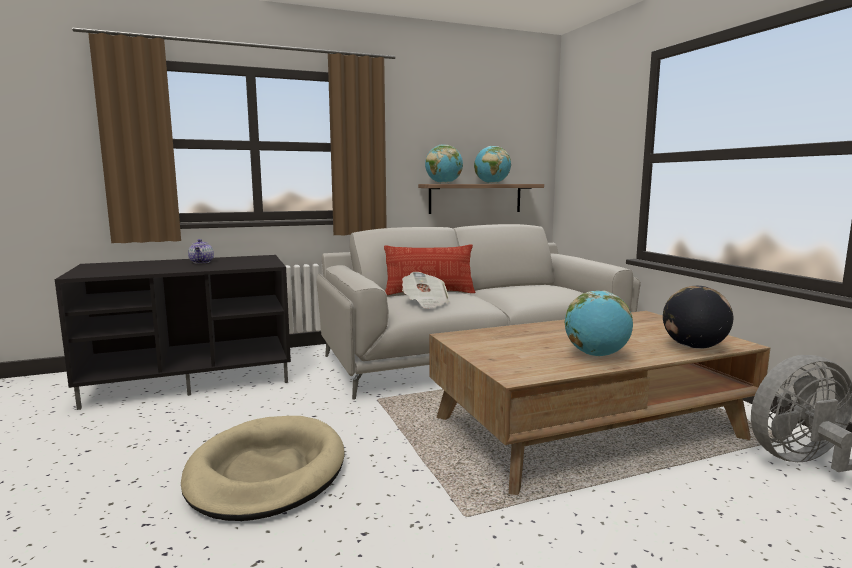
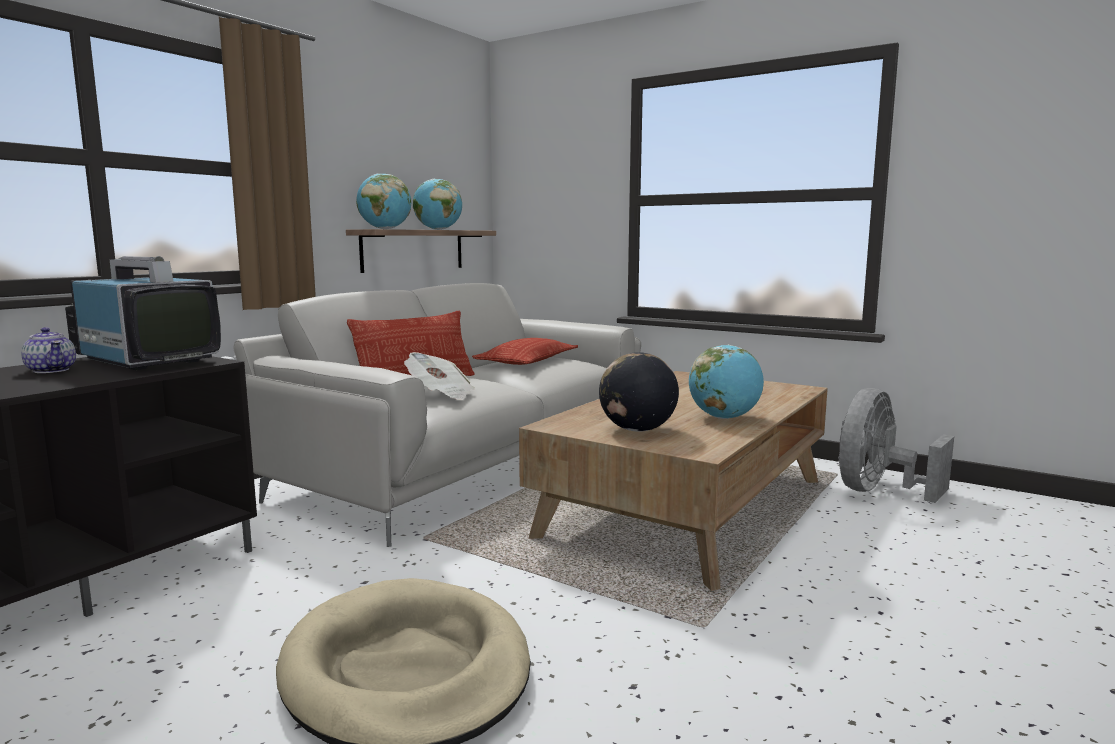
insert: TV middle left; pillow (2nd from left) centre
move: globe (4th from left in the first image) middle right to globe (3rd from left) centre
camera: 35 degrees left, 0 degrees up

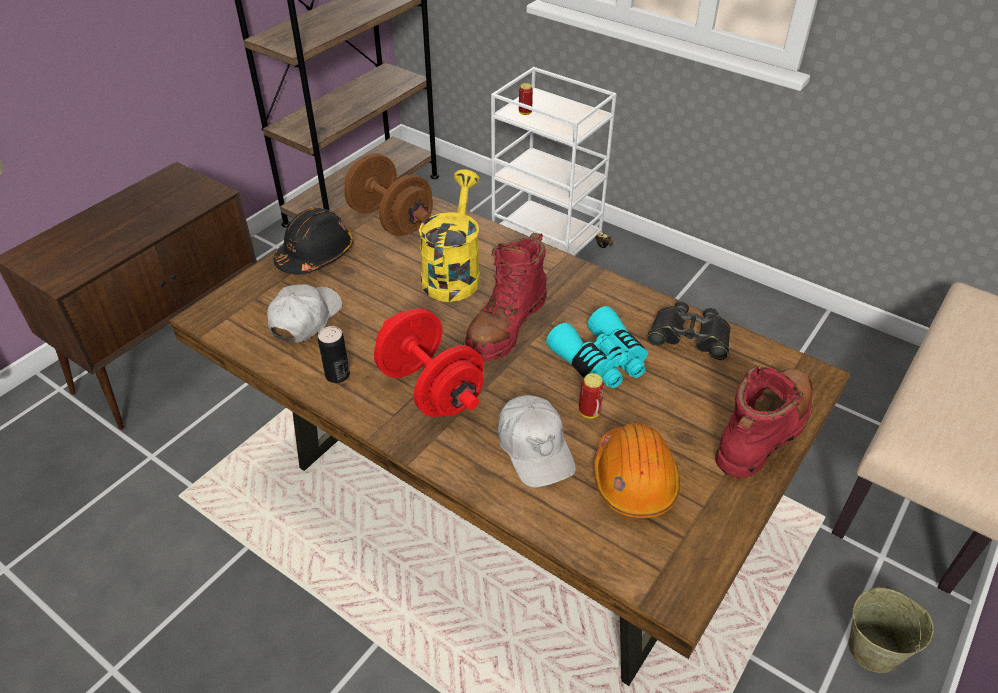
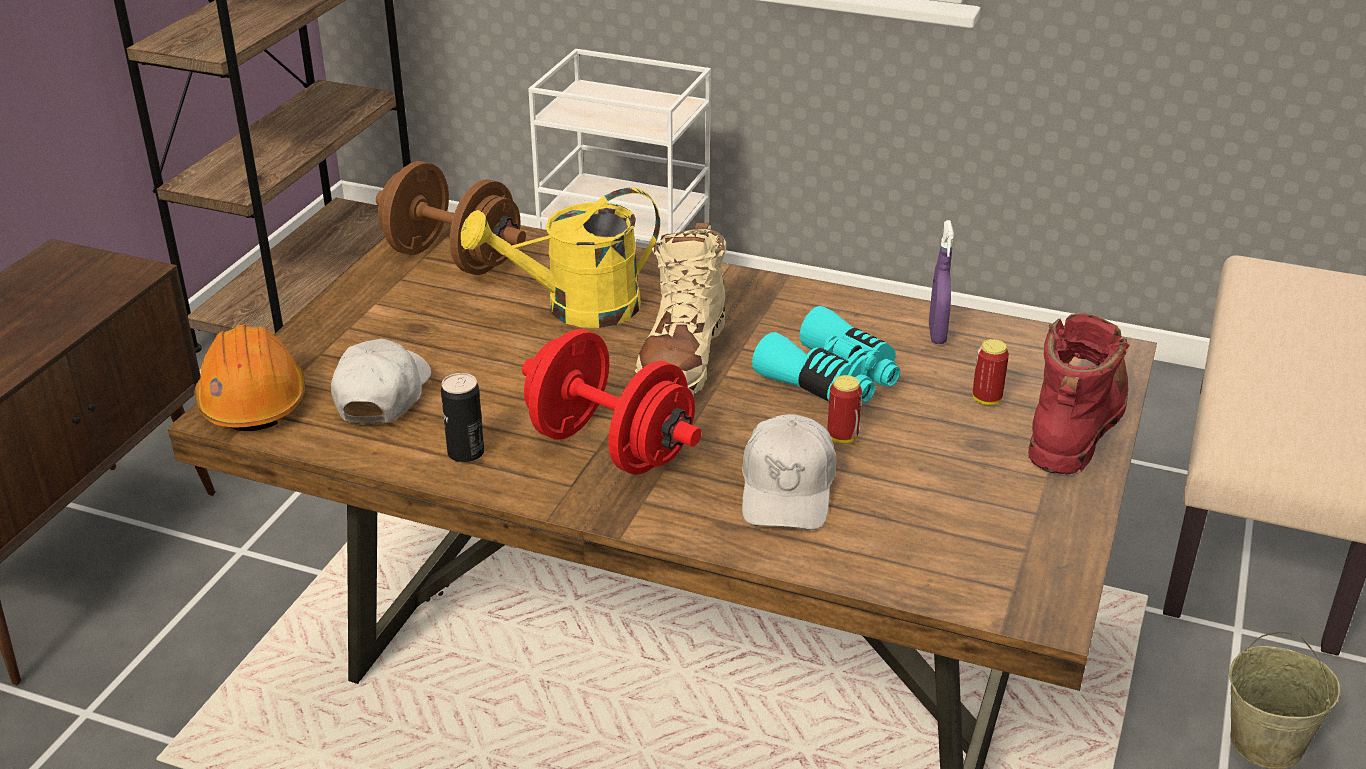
delete: black-coloured work helmet middle left
move: can (2nd from left in the first image) top centre to can (3rd from left) middle right; orange work helmet bottom centre to middle left
replace: black-coloured binoculars middle right to purple spray bottle middle right
recolor: red tall boot (1st from left) centre to beige tall boot centre
rotate: yellow-coloured sprinkling can centre = centre 105 degrees counterclockwise; white cap (2nd from left) centre = centre 45 degrees clockwise
camera: 15 degrees left, 10 degrees down

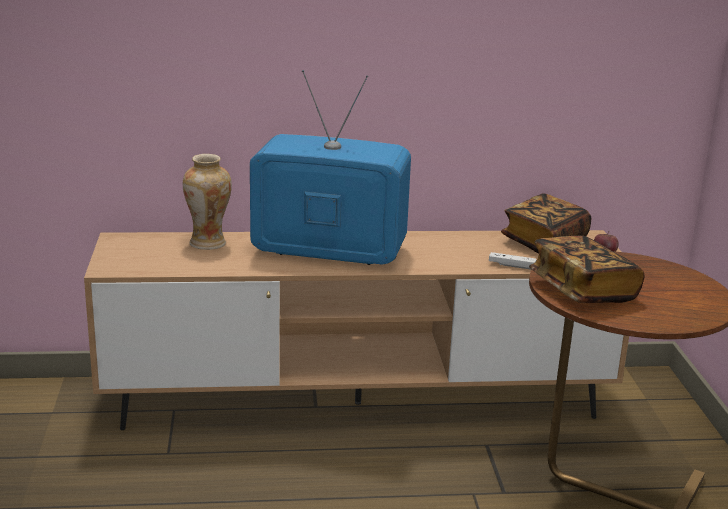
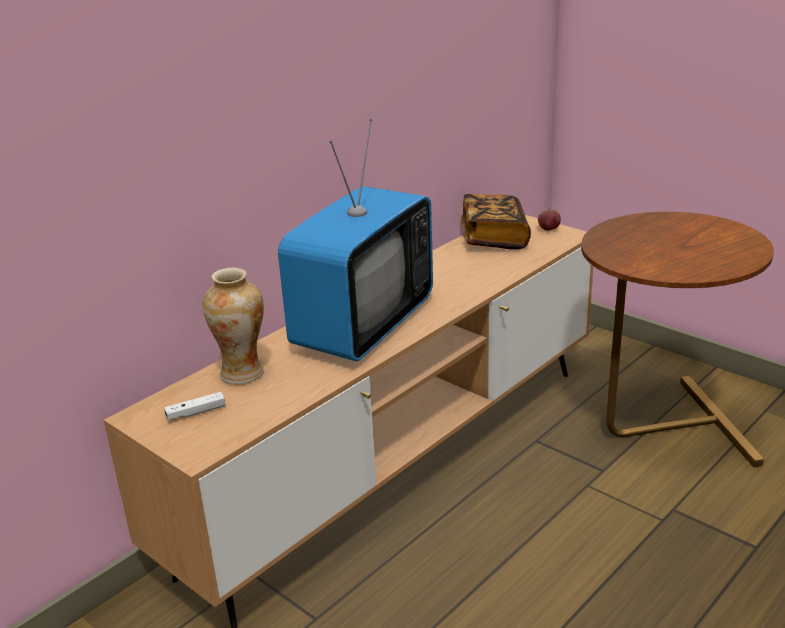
delete: book (2nd from left) middle right
move: white joypad middle right to middle left
rotate: TV top centre = centre 150 degrees clockwise
camera: 40 degrees left, 5 degrees up

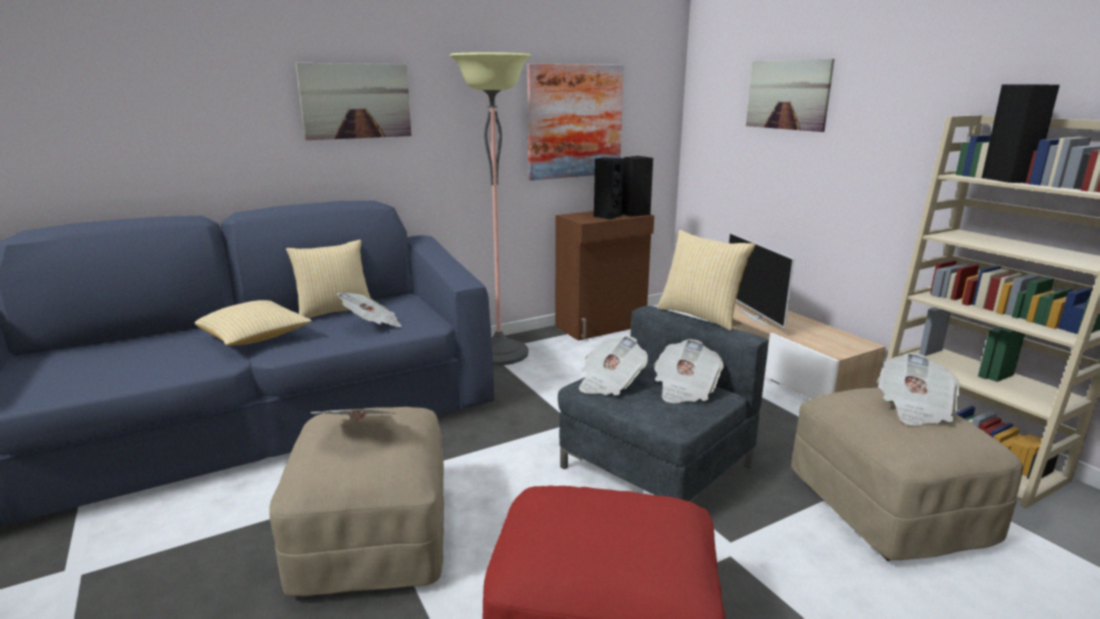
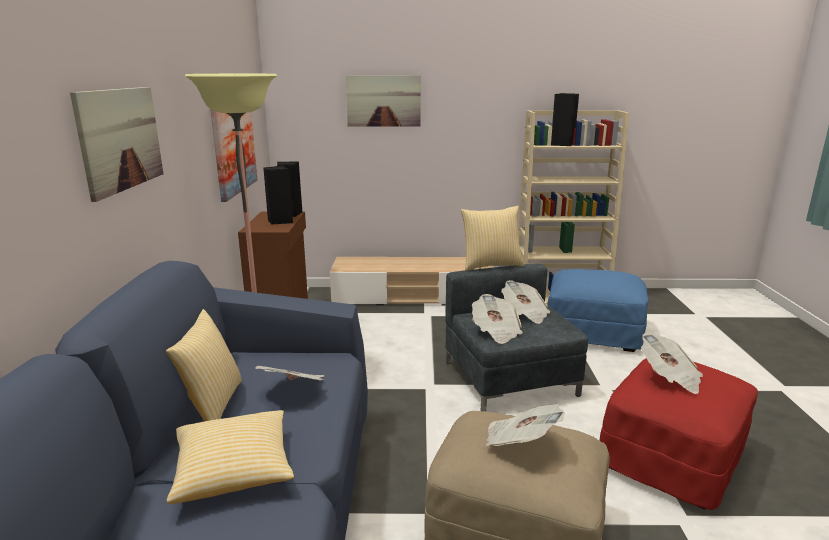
delete: TV middle right
move: printed paper (5th from left) middle right to bottom right
recolor: beige pouffe (2nd from left) bottom right to bluish pouffe middle right
camera: 60 degrees left, 0 degrees up

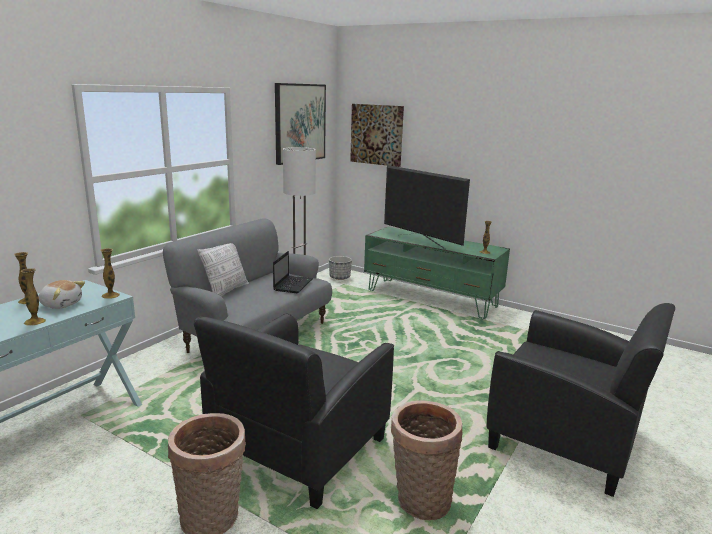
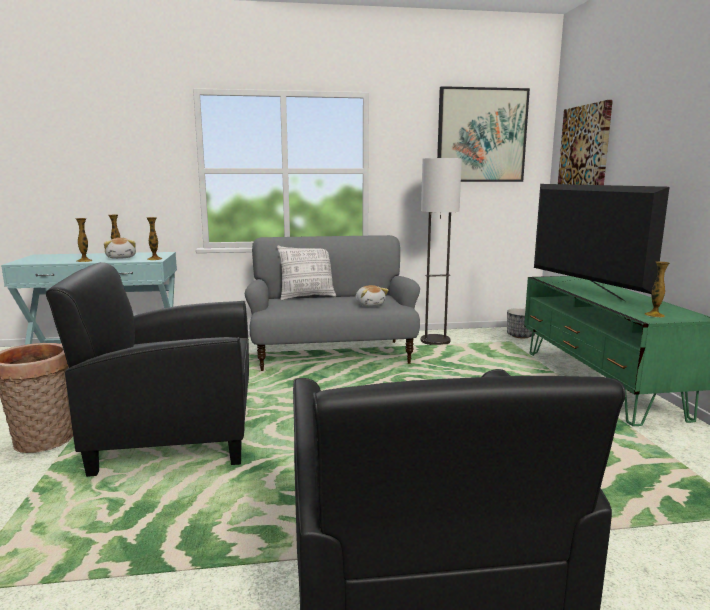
delete: storage basket (2nd from left) bottom centre
replace: notebook computer centre to soft toy (2nd from left) centre
rotate: TV centre = middle right 150 degrees clockwise
camera: 50 degrees right, 5 degrees down

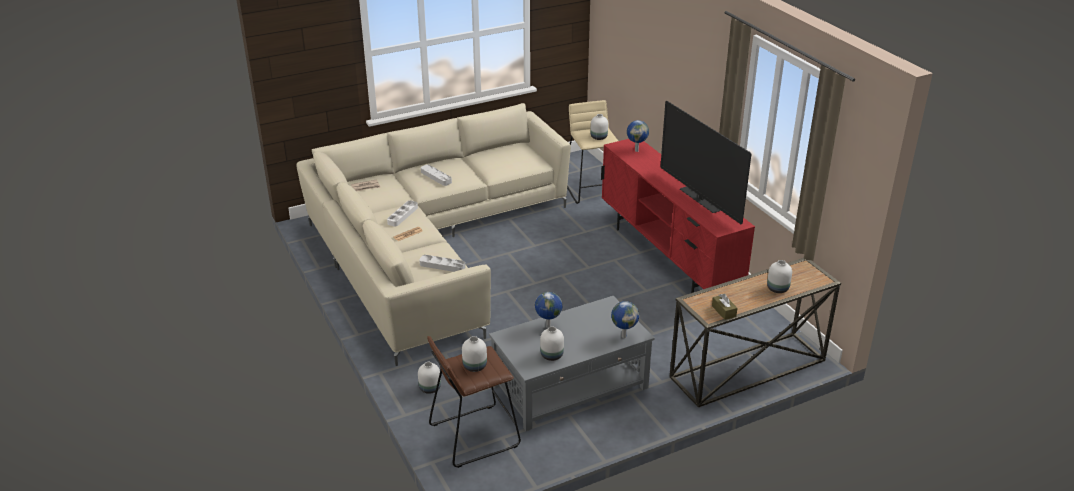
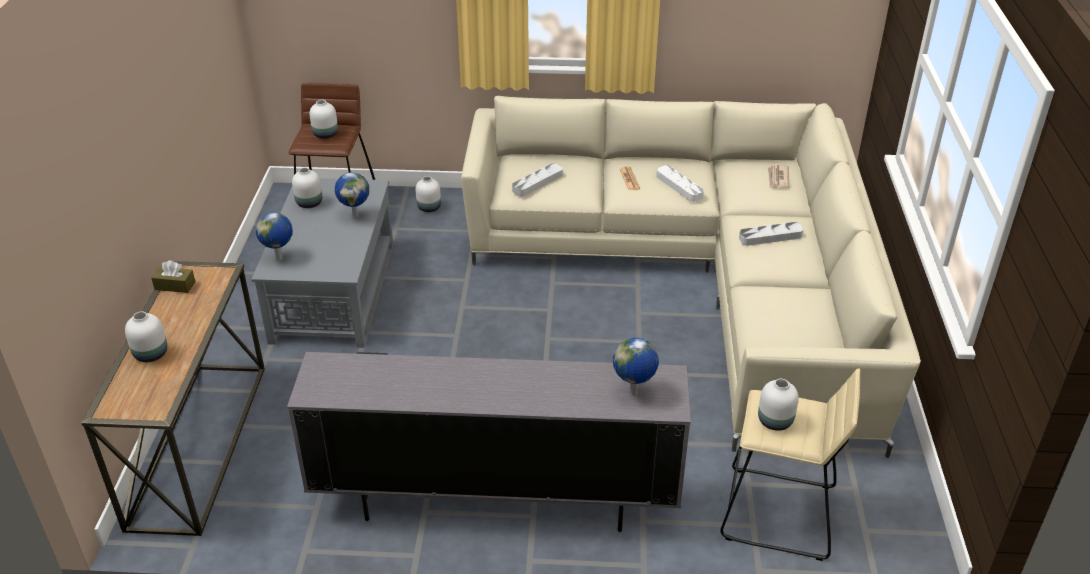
delete: TV top centre
recolor: red media console centre to gray media console bottom centre
camera: 120 degrees right, 5 degrees up

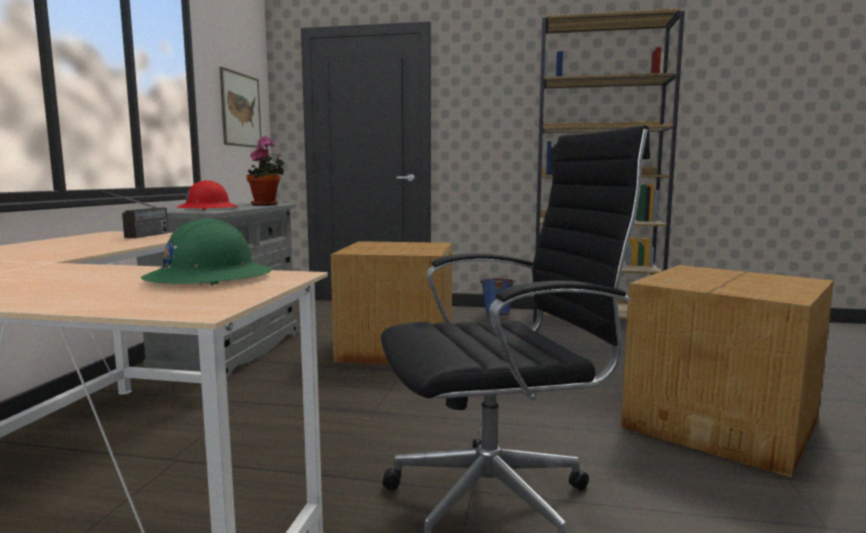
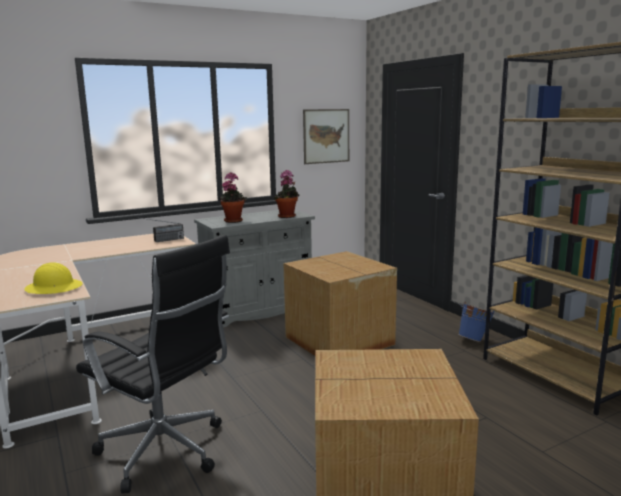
replace: red work helmet middle left to plant in a pot (1st from left) centre
recolor: greenish work helmet middle left to yellow-coloured work helmet middle left
camera: 50 degrees right, 5 degrees up

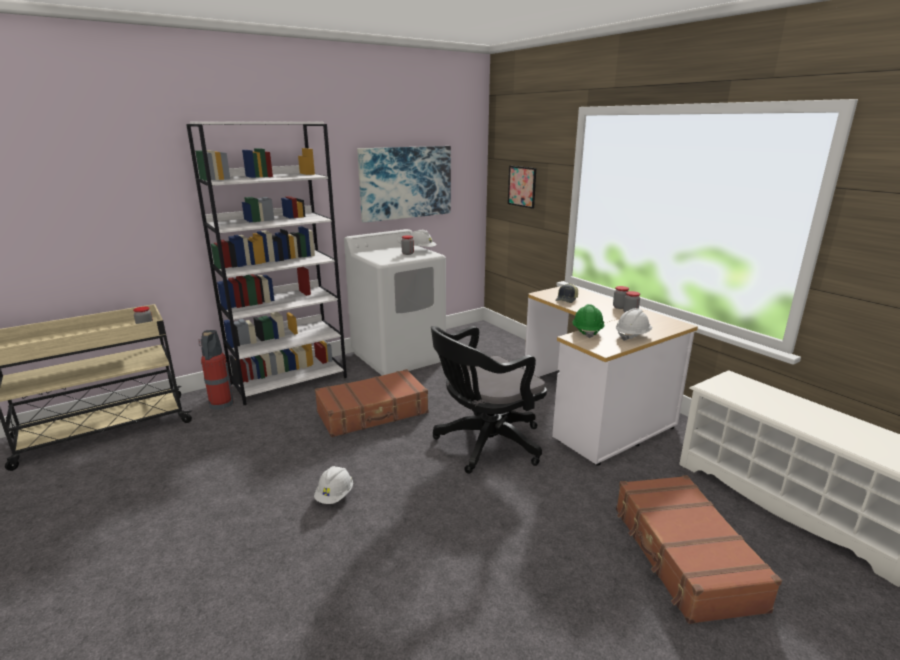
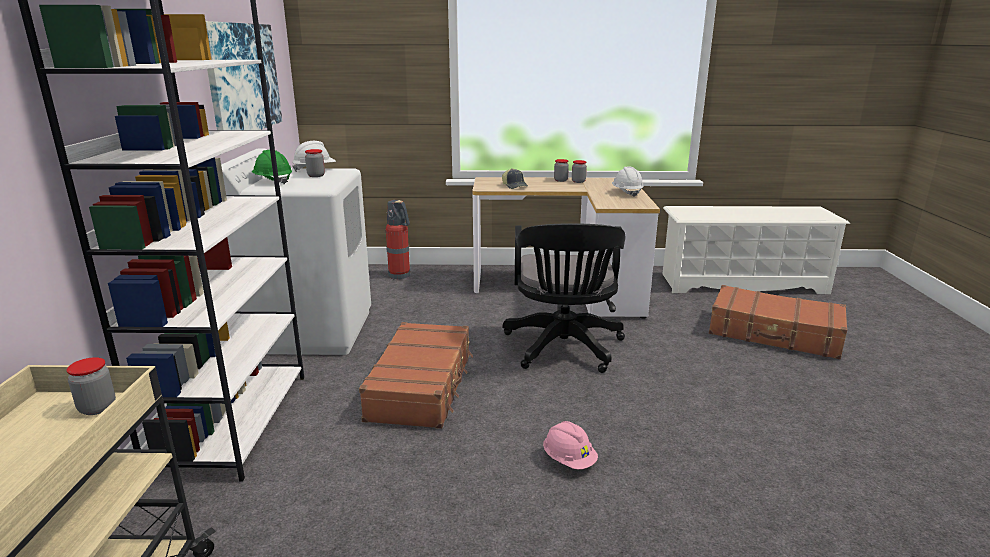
delete: wall art (2nd from left) top centre
move: fire-fighting cylinder middle left to centre; greenish work helmet centre to top left
recolor: white work helmet (1st from left) bottom centre to pinkish work helmet bottom centre
camera: 55 degrees left, 0 degrees up

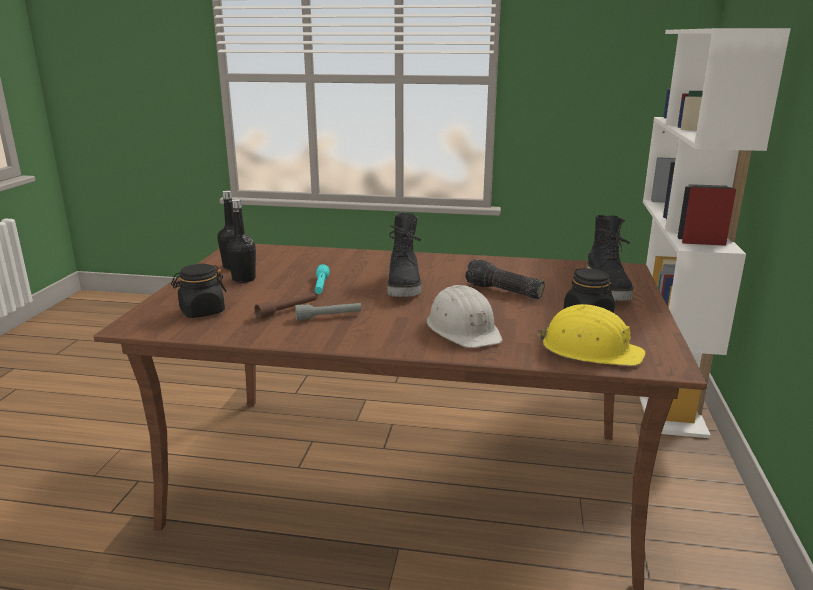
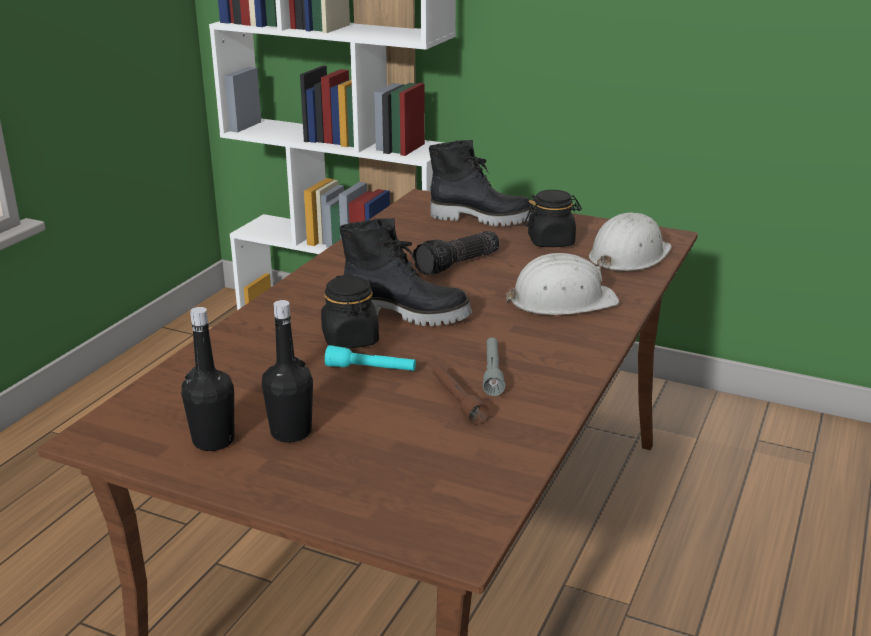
move: black-coloured jar (1st from left) middle left to centre
recolor: yellow-coloured work helmet middle right to white work helmet (2nd from left) middle right
camera: 75 degrees left, 5 degrees up

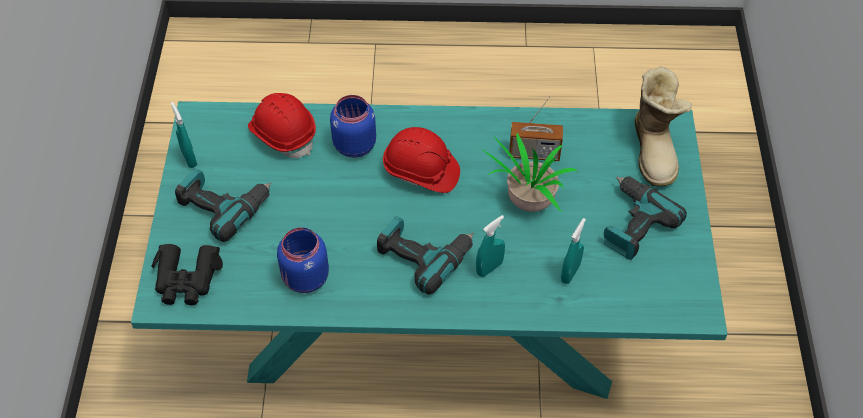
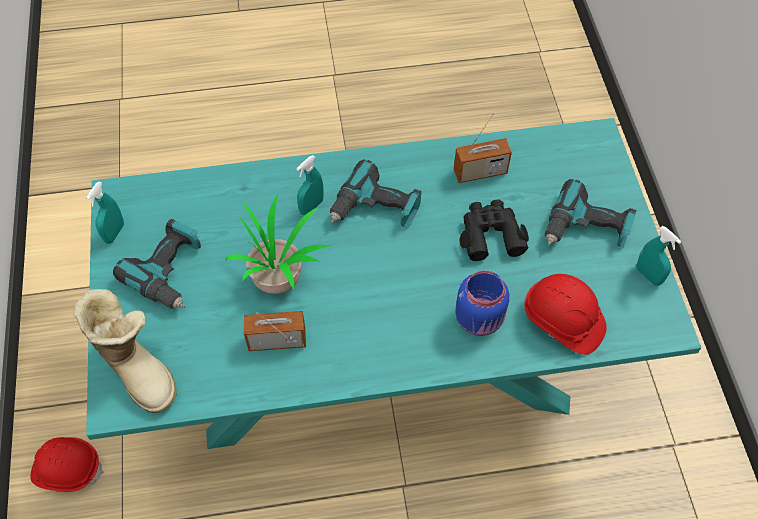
move: black-coloured binoculars middle left to centre; red work helmet (2nd from left in the first image) centre to red work helmet (1st from left) bottom left; blue-green spray bottle (3rd from left in the first image) centre to blue-green spray bottle (1st from left) middle left
replace: bluish jar (1st from left) centre to radio receiver (2nd from left) top centre
rotate: tall boot top right = bottom left 150 degrees clockwise
camera: 170 degrees right, 5 degrees up

